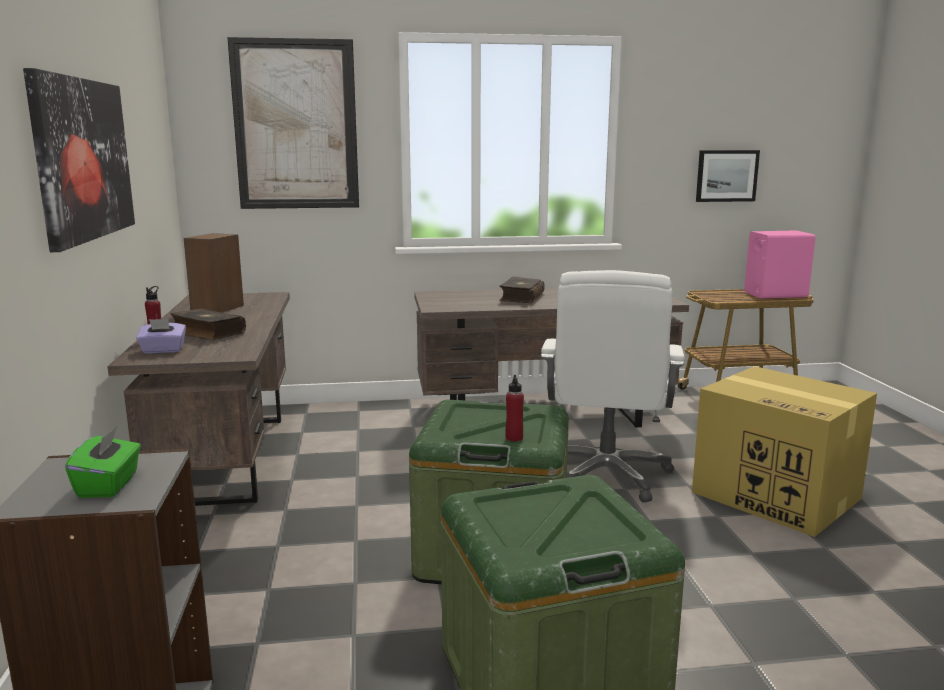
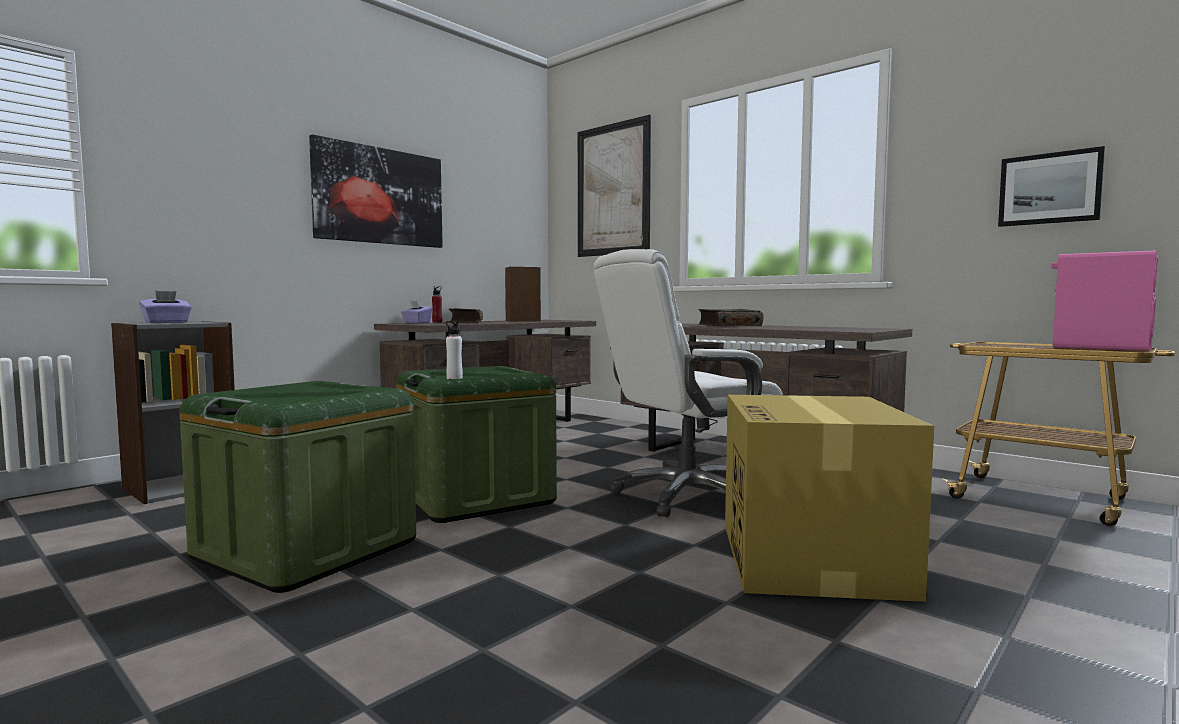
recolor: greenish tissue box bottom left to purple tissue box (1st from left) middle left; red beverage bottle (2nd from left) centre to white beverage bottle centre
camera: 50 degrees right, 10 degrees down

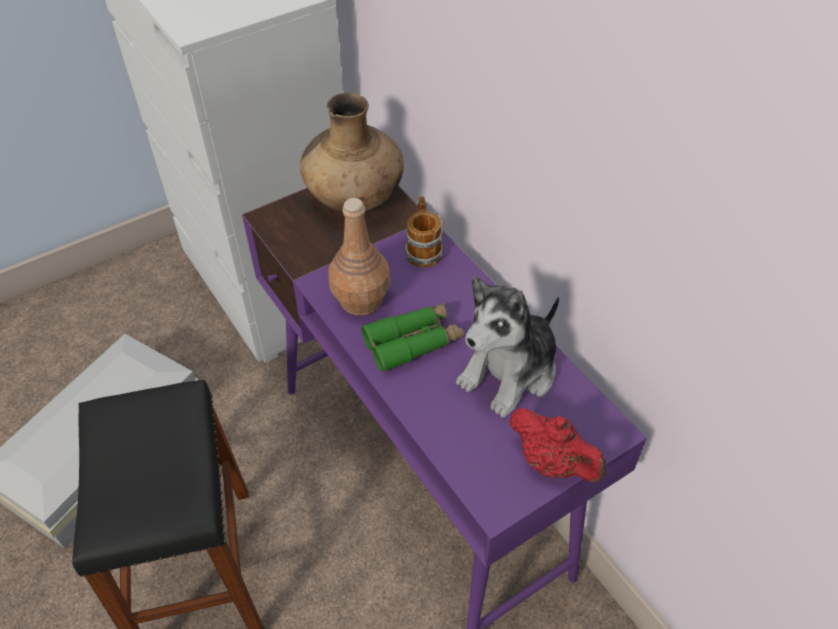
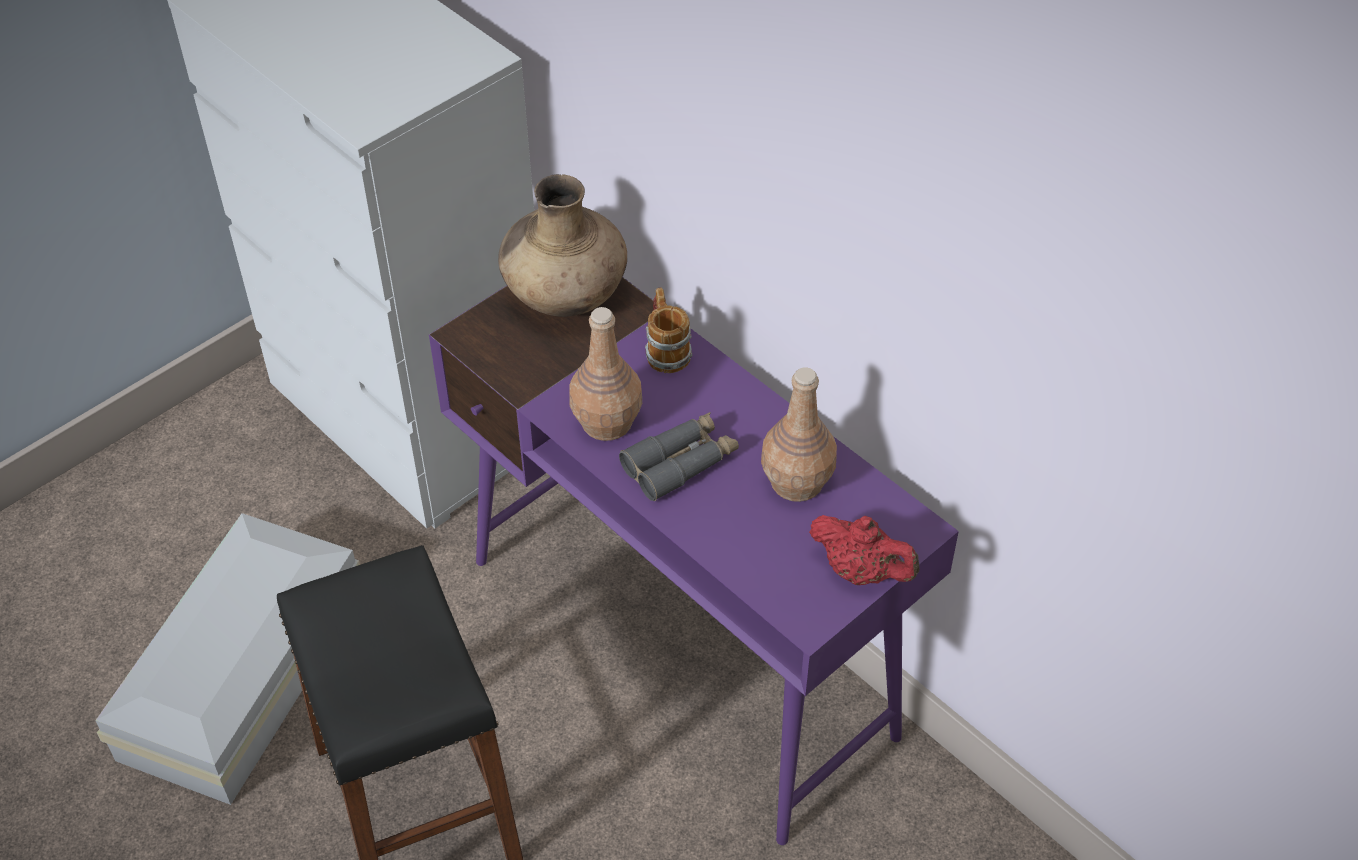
replace: soft toy centre to brown beverage bottle (2nd from left) centre
recolor: greenish binoculars centre to gray binoculars centre
camera: 10 degrees left, 0 degrees up

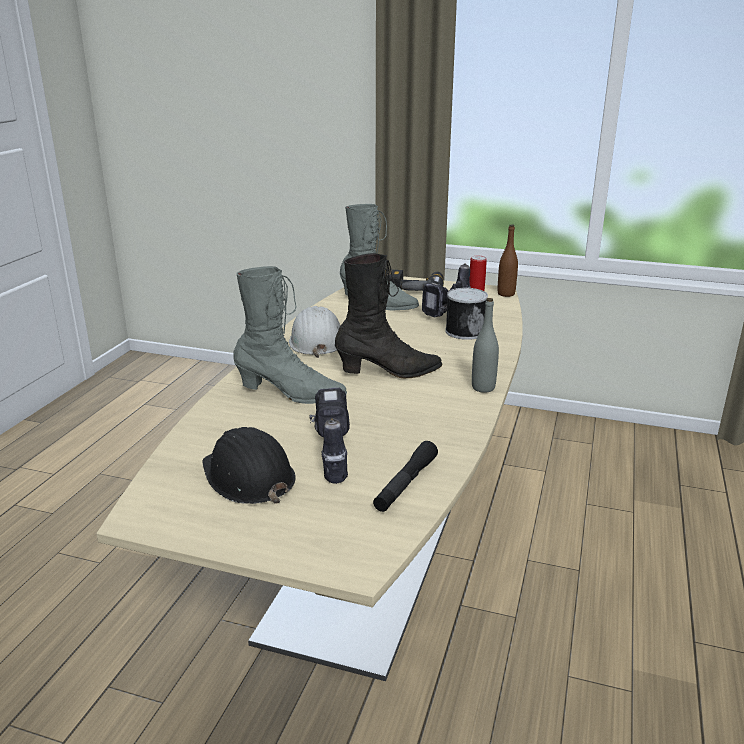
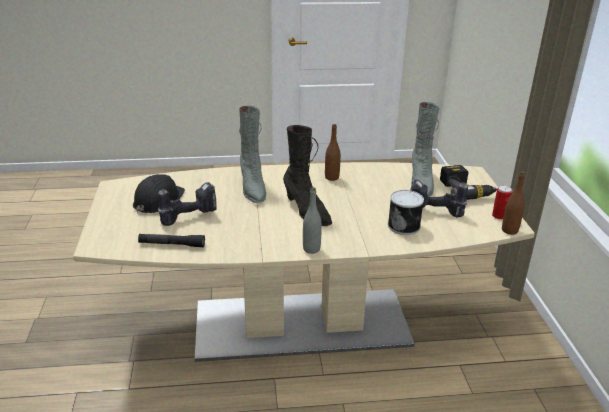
replace: white work helmet centre to brown beverage bottle (1st from left) centre
camera: 65 degrees right, 5 degrees up

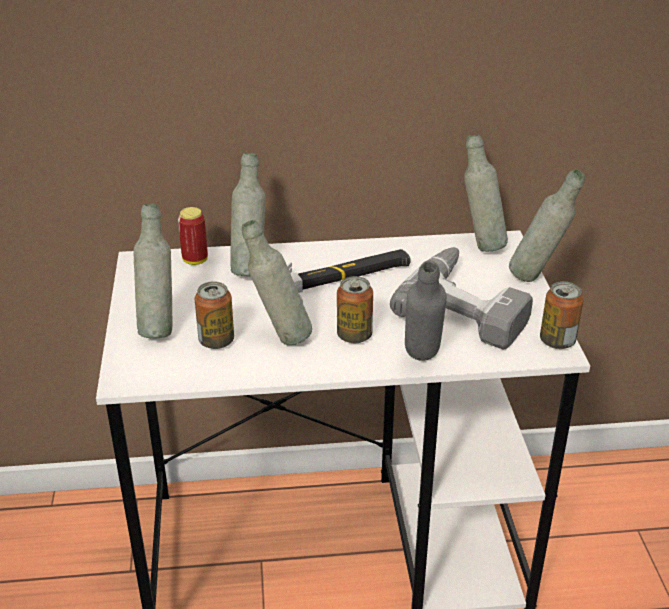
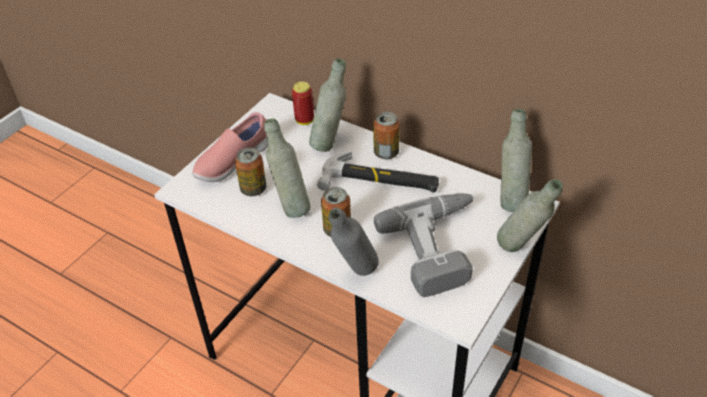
move: can (4th from left) middle right to centre
replace: gray beverage bottle (1st from left) middle left to pinkish low shoe middle left
camera: 40 degrees right, 10 degrees up

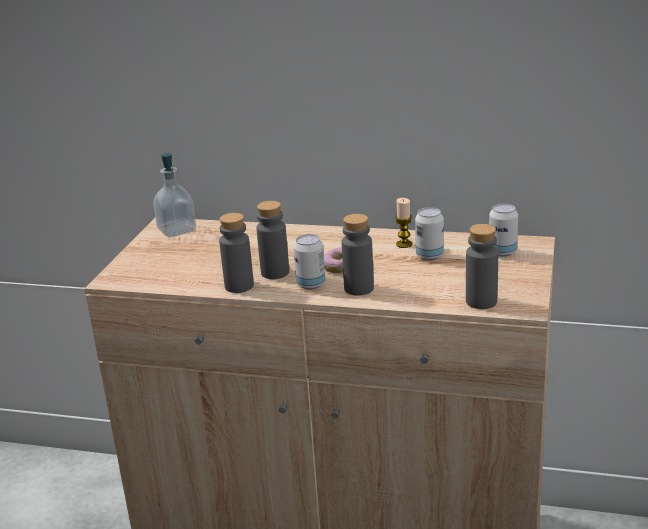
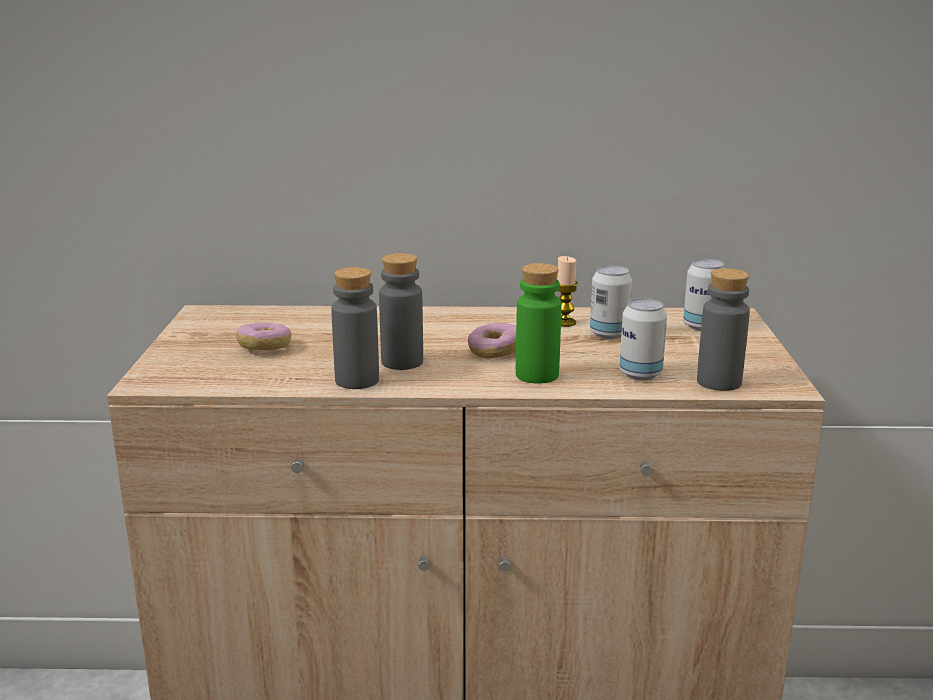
delete: liquid soap bottle middle left
insert: donut (1st from left) middle left
move: can (1st from left in the first image) centre to can (2nd from left) middle right
recolor: gray beverage bottle (3rd from left) centre to greenish beverage bottle centre
camera: 15 degrees left, 5 degrees down

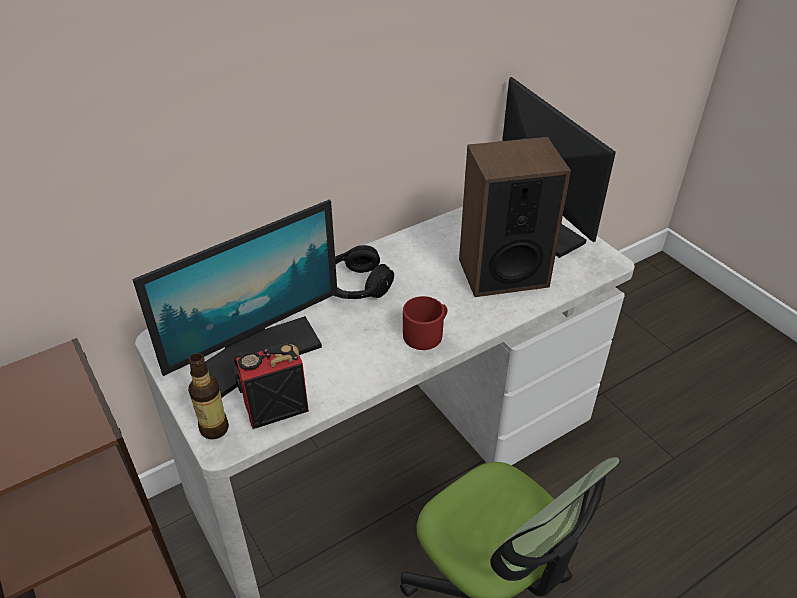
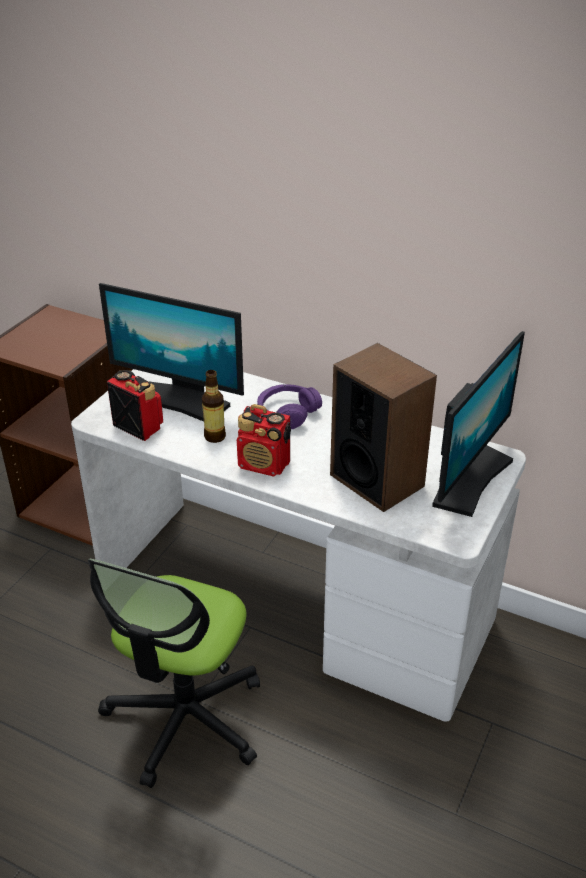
move: beverage bottle middle left to centre
replace: red coffee mug centre to radio receiver (2nd from left) centre
recolor: black-coloured headset centre to purple headset centre
camera: 60 degrees right, 5 degrees down

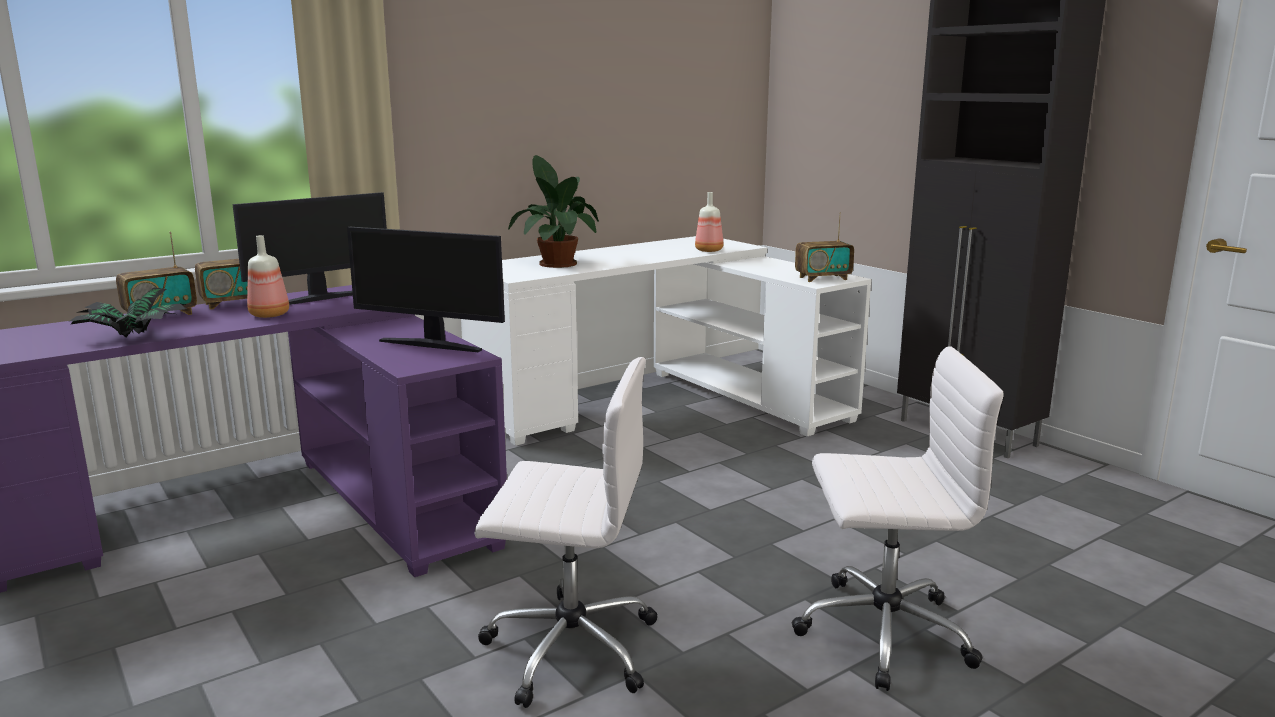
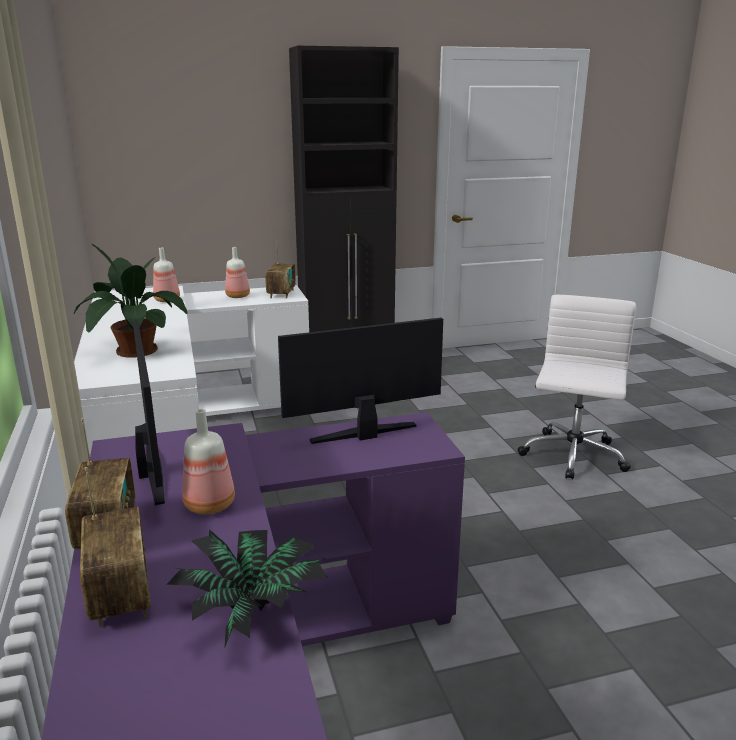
delete: white office chair (1st from left) bottom centre
insert: beverage bottle (3rd from left) middle left
rotate: computer screen (2nd from left) centre = centre 150 degrees counterclockwise
camera: 70 degrees left, 5 degrees up

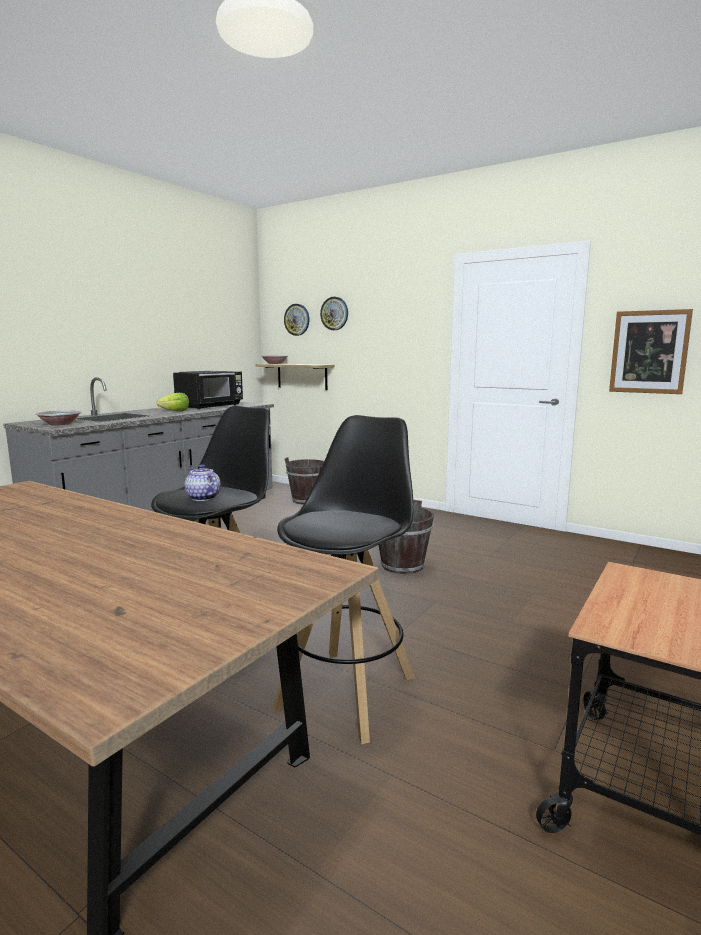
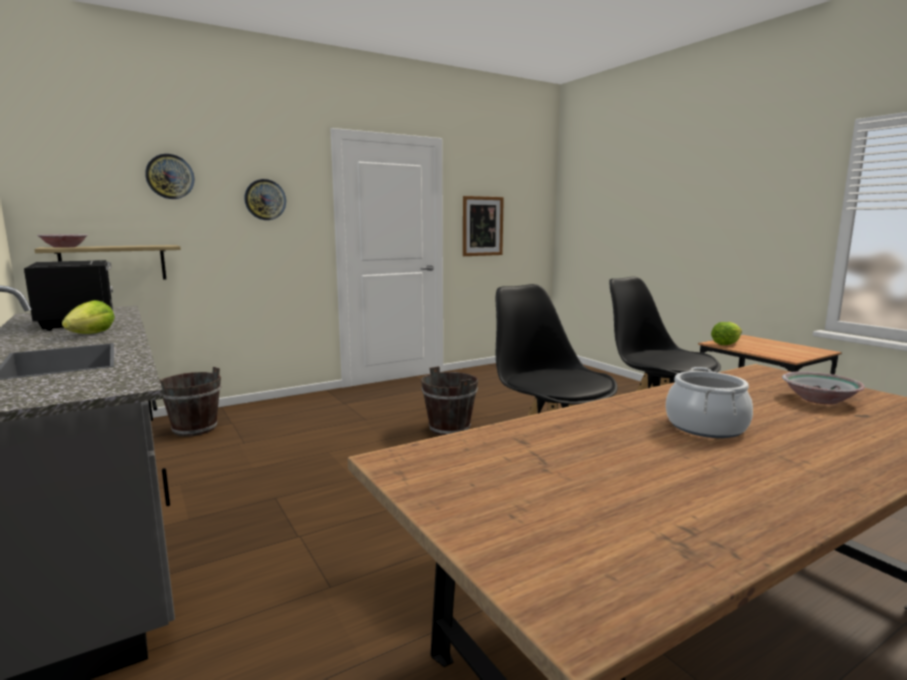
delete: teapot middle left
insert: cooking pot middle right; lettuce (2nd from left) middle right
move: bowl (1st from left in the first image) middle left to bowl (2nd from left) middle right; hanging clock (1st from left in the first image) centre to hanging clock (2nd from left) top left
camera: 65 degrees left, 0 degrees up

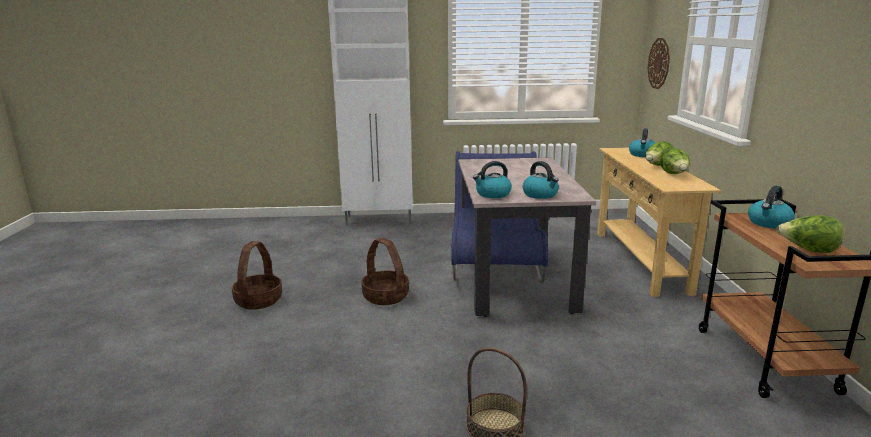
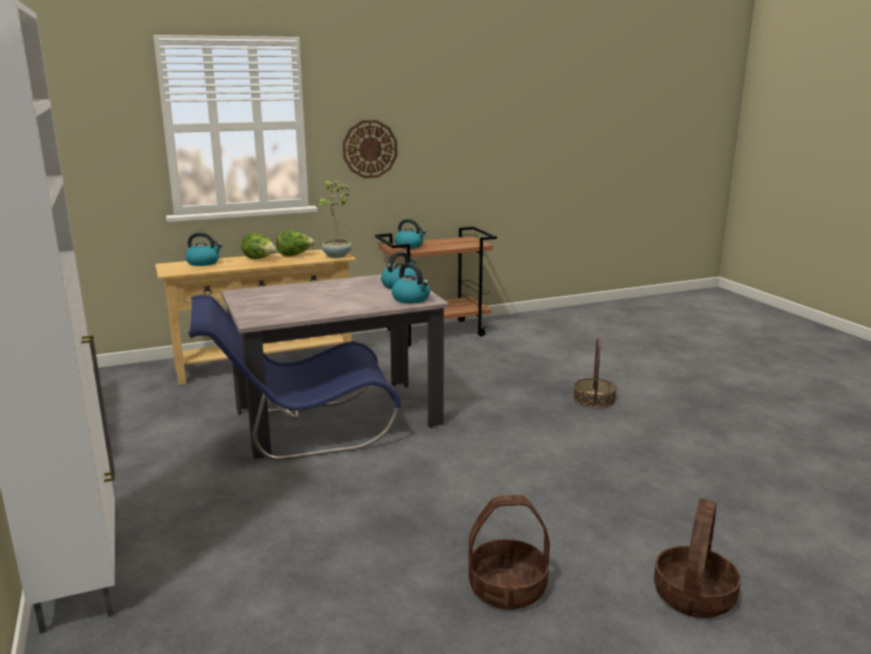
delete: lettuce (3rd from left) middle right
insert: plant in a pot centre
move: storage basket (2nd from left in the first image) centre to storage basket (3rd from left) bottom right; hanging clock top right to top centre
camera: 110 degrees left, 0 degrees up

